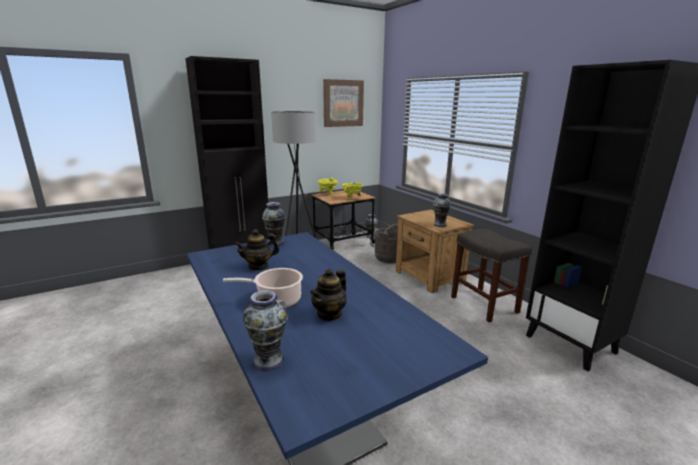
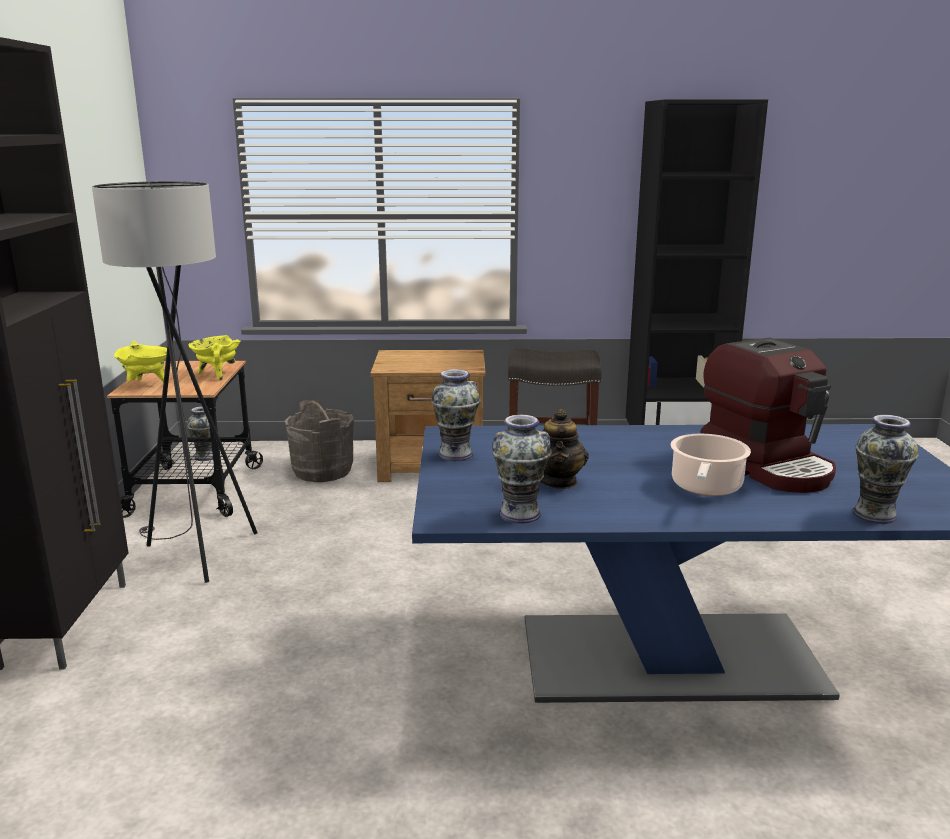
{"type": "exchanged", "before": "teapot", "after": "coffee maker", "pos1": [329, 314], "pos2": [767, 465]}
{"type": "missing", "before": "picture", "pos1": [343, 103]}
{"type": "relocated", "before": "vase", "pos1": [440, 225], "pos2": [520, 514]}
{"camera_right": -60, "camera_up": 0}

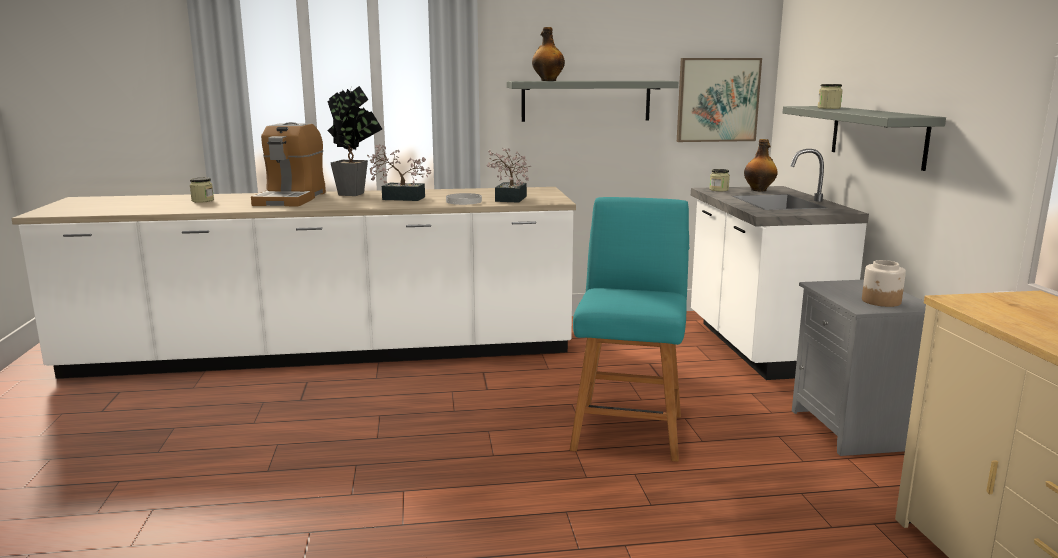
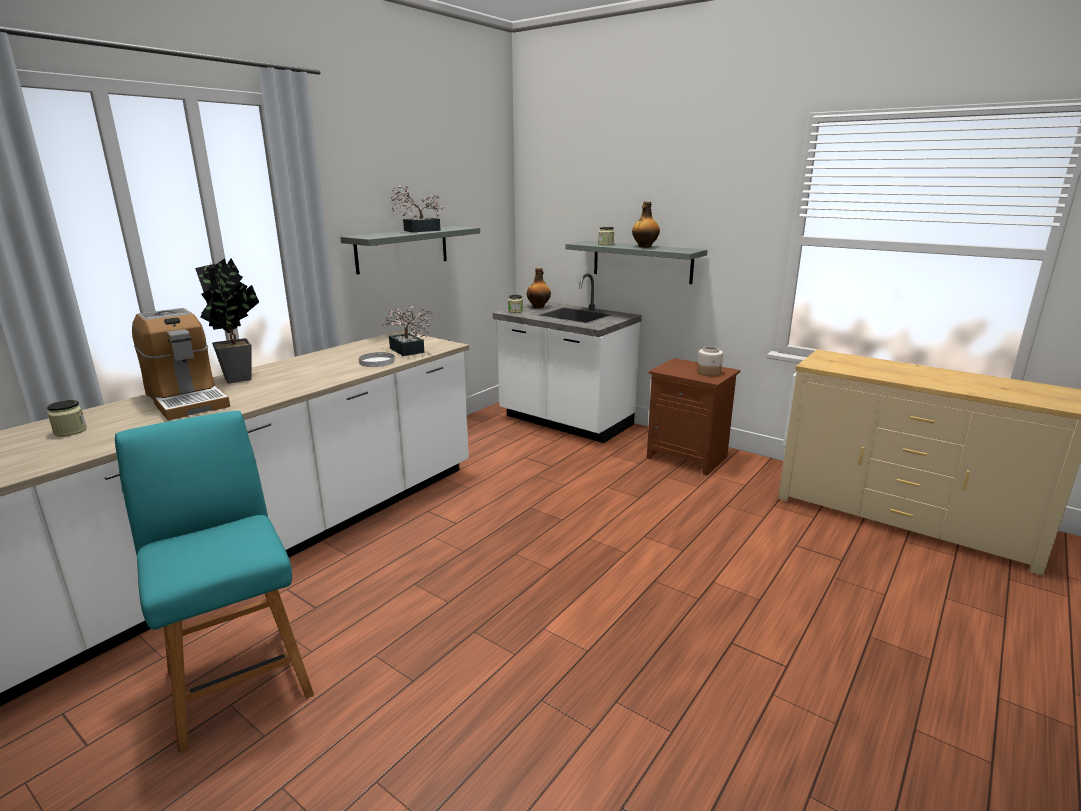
{"type": "relocated", "before": "potted plant", "pos1": [399, 198], "pos2": [418, 231]}
{"type": "relocated", "before": "beverage bottle", "pos1": [548, 80], "pos2": [644, 247]}
{"type": "relocated", "before": "turquoise-coloured chair", "pos1": [628, 429], "pos2": [238, 678]}
{"type": "missing", "before": "picture", "pos1": [717, 100]}
{"type": "colour", "before": "grey nightstand", "after": "brown-coloured nightstand", "pos1": [853, 430], "pos2": [688, 457]}
{"camera_right": -45, "camera_up": 5}

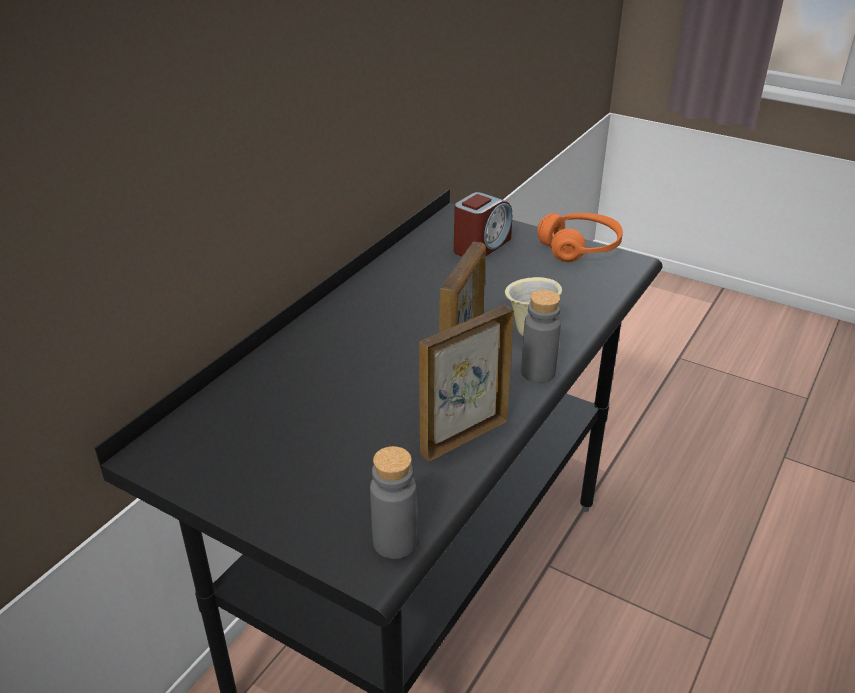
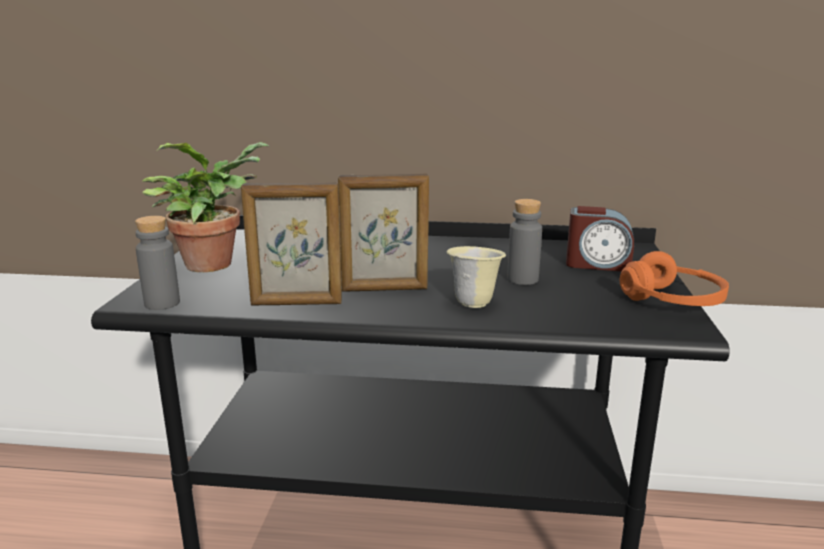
{"type": "spun", "before": "picture frame", "pos1": [463, 437], "pos2": [297, 303], "turn": 150}
{"type": "relocated", "before": "grey beverage bottle", "pos1": [538, 372], "pos2": [522, 279]}
{"type": "appeared", "after": "potted plant", "pos2": [214, 263]}
{"camera_right": 65, "camera_up": -15}

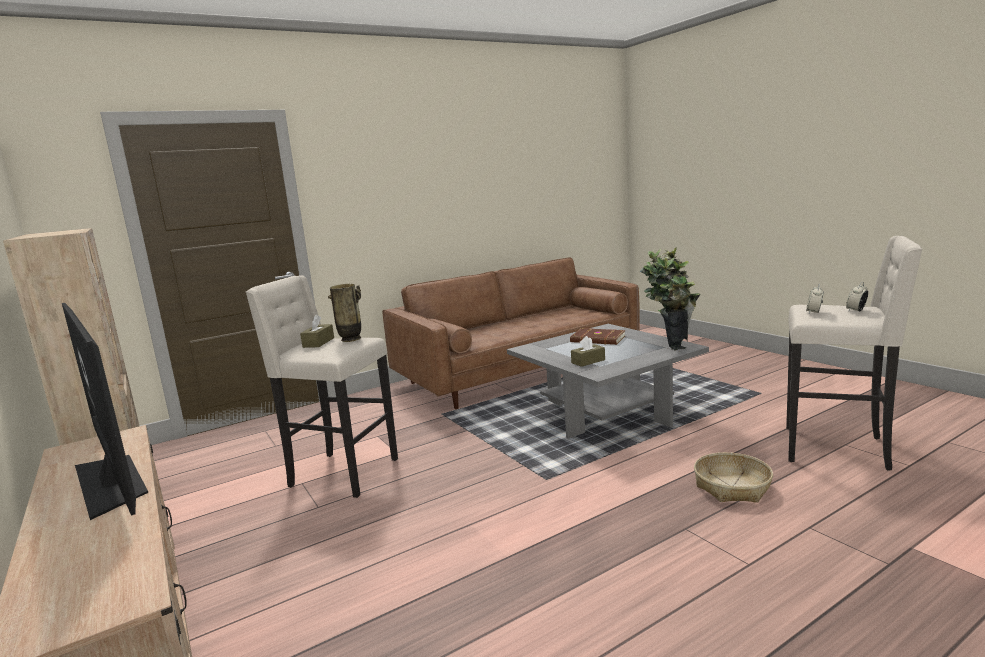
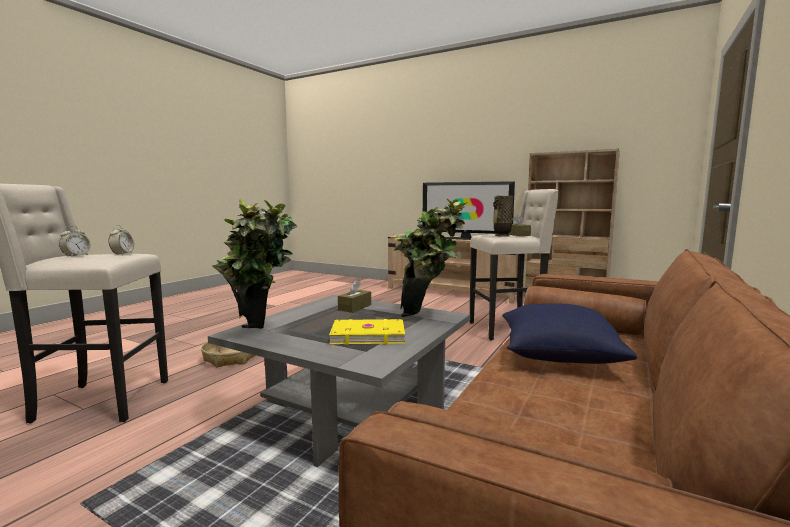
{"type": "colour", "before": "brown-coloured book", "after": "yellow book", "pos1": [598, 339], "pos2": [367, 335]}
{"type": "appeared", "after": "potted plant", "pos2": [429, 316]}
{"type": "appeared", "after": "bluish throw pillow", "pos2": [558, 355]}
{"camera_right": 150, "camera_up": -5}

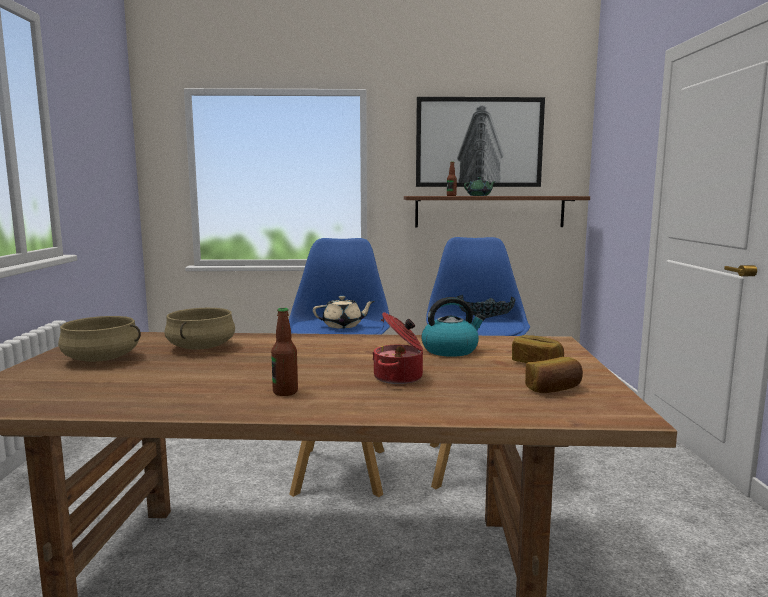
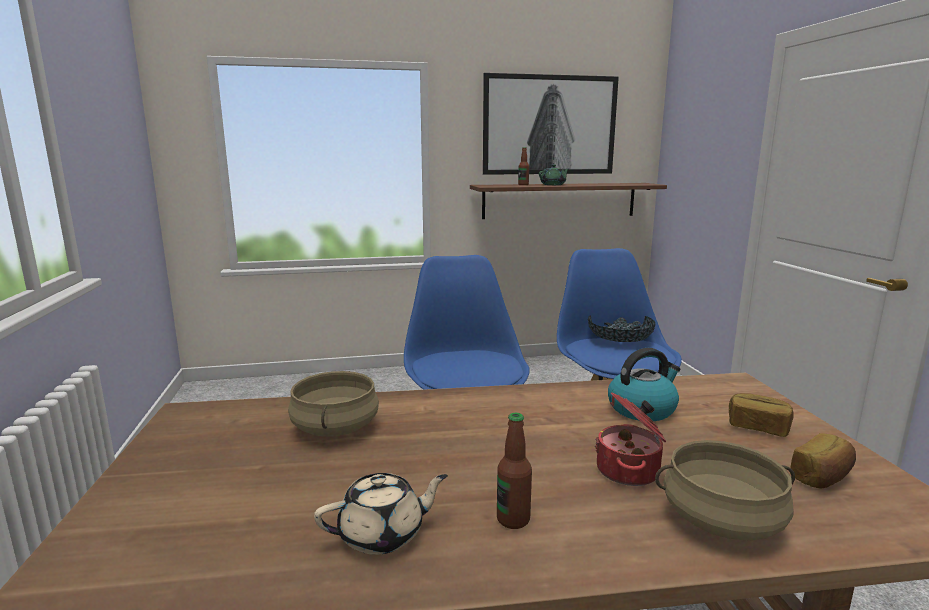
{"type": "relocated", "before": "beige-coloured saucepot", "pos1": [102, 358], "pos2": [722, 519]}
{"type": "relocated", "before": "beige-coloured teapot", "pos1": [343, 326], "pos2": [383, 534]}
{"camera_right": -10, "camera_up": 5}

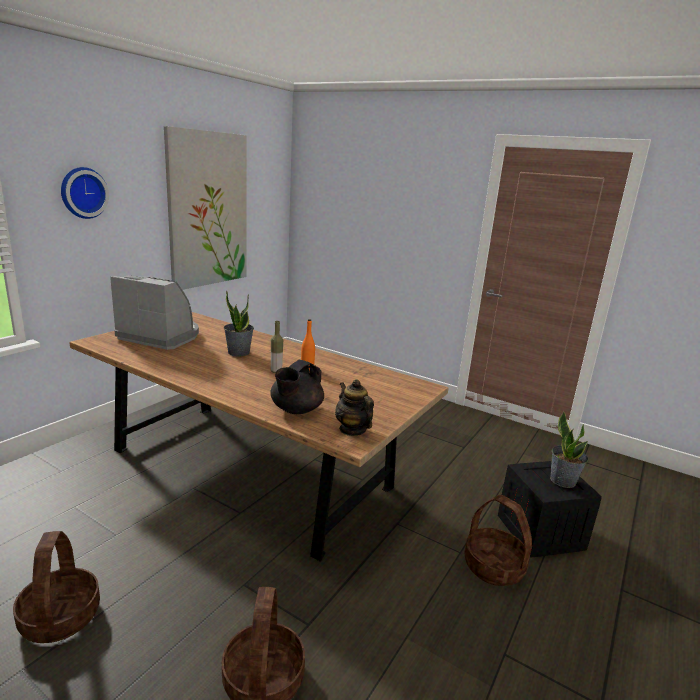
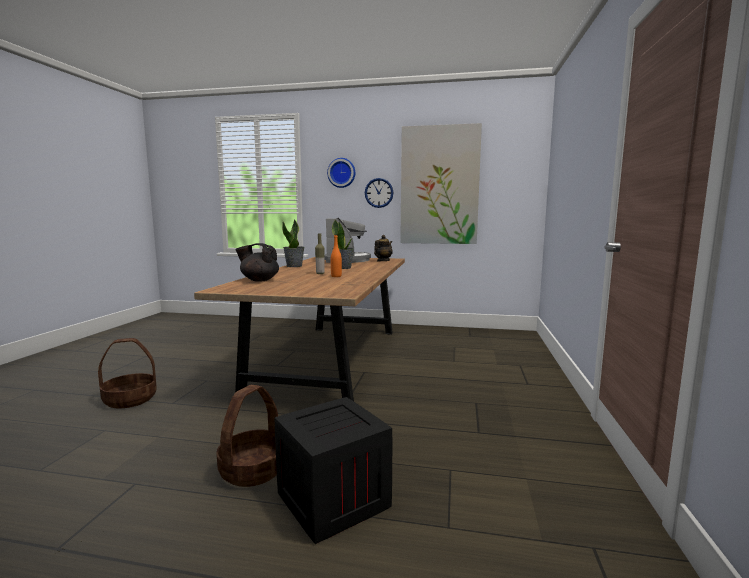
{"type": "missing", "before": "household basket", "pos1": [60, 616]}
{"type": "relocated", "before": "teapot", "pos1": [352, 429], "pos2": [383, 261]}
{"type": "relocated", "before": "potted plant", "pos1": [563, 480], "pos2": [294, 266]}
{"type": "appeared", "after": "clock on the wall", "pos2": [379, 193]}
{"camera_right": 70, "camera_up": -10}

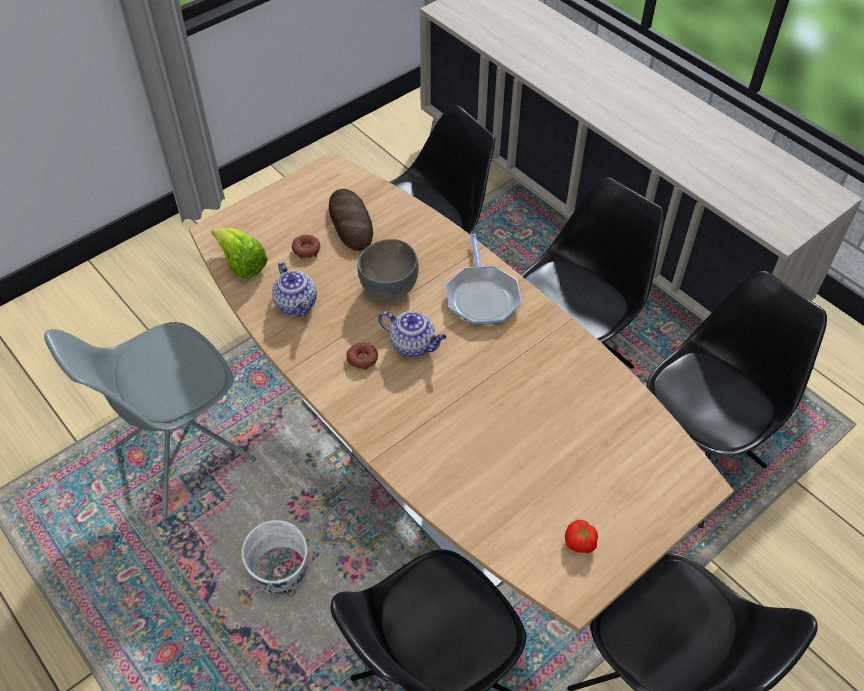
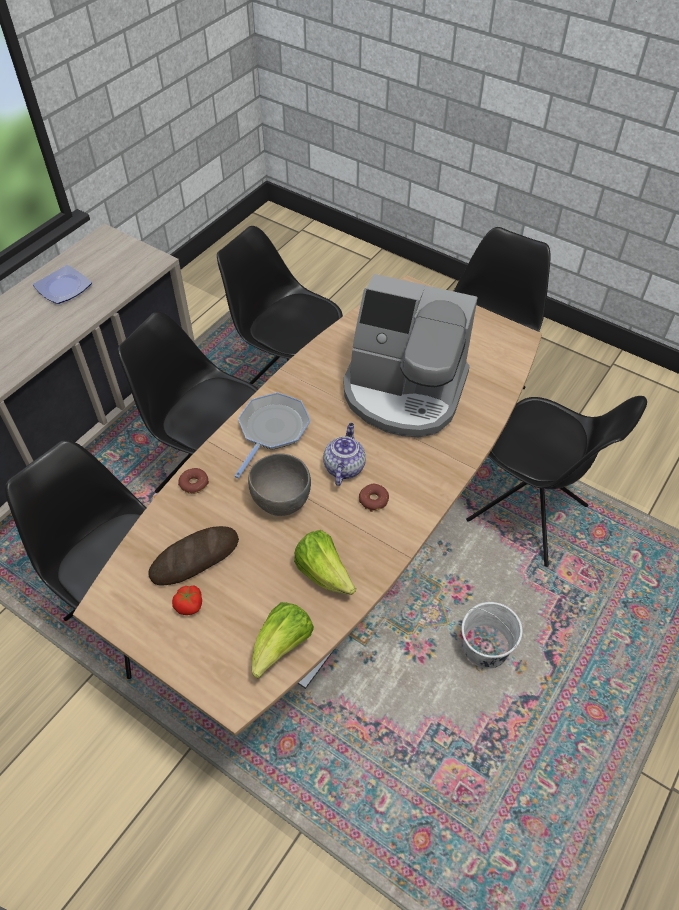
{"type": "missing", "before": "grey chair", "pos1": [182, 454]}
{"type": "exchanged", "before": "teapot", "after": "lettuce head", "pos1": [297, 304], "pos2": [324, 573]}
{"type": "relocated", "before": "ring doughnut", "pos1": [306, 250], "pos2": [194, 484]}
{"type": "spun", "before": "skillet", "pos1": [482, 296], "pos2": [272, 430], "turn": -45}
{"type": "relocated", "before": "fresh tomato", "pos1": [580, 542], "pos2": [189, 605]}
{"type": "appeared", "after": "dinner plate", "pos2": [64, 287]}
{"type": "appeared", "after": "coffee maker", "pos2": [404, 392]}
{"camera_right": -105, "camera_up": 0}

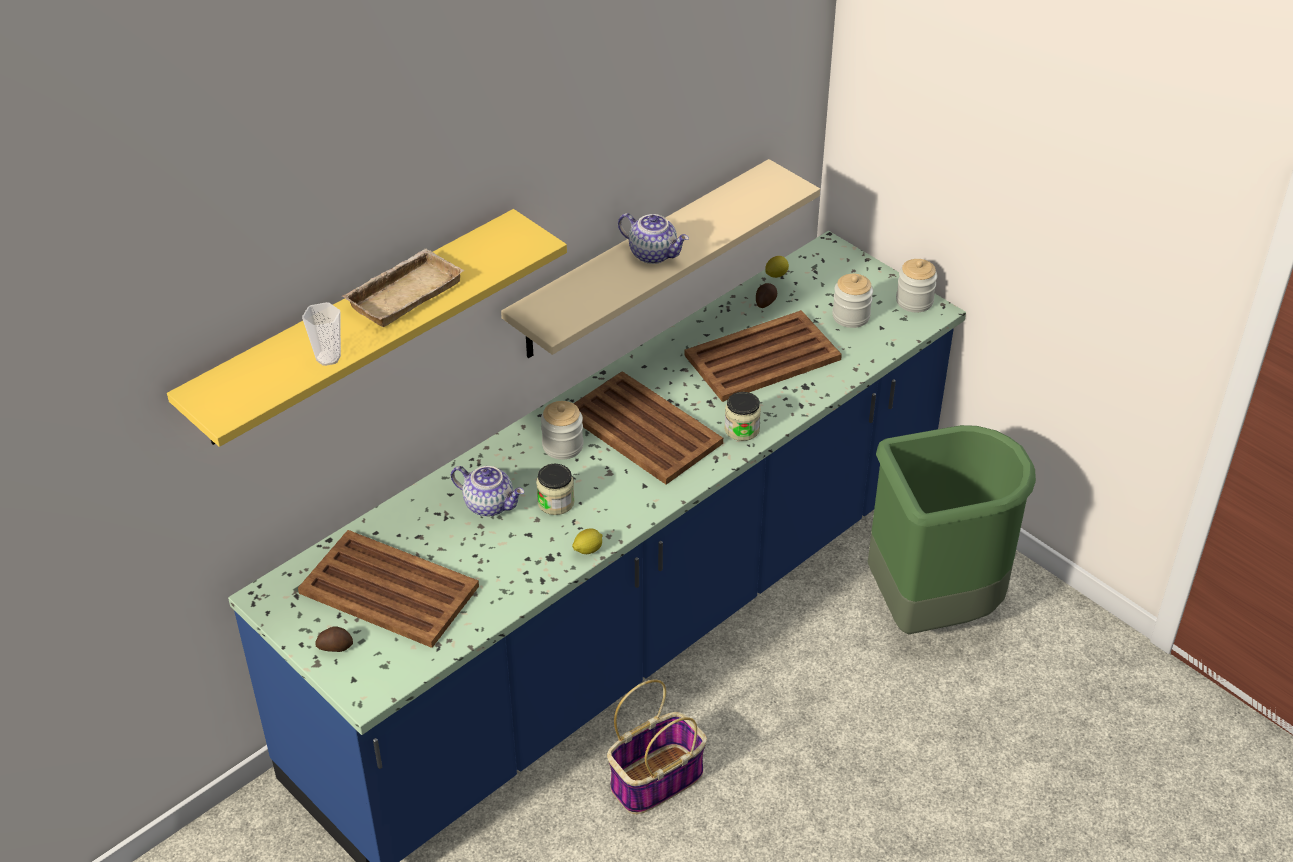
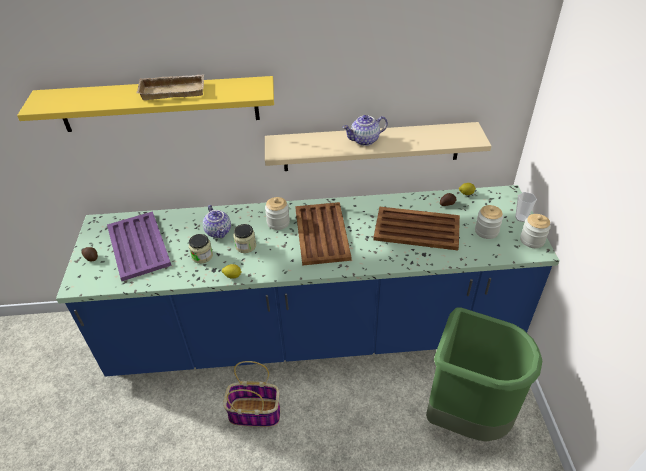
{"type": "colour", "before": "brown-coloured serving tray", "after": "purplish serving tray", "pos1": [388, 589], "pos2": [138, 245]}
{"type": "relocated", "before": "drinking cup", "pos1": [328, 358], "pos2": [521, 218]}
{"type": "spun", "before": "teapot", "pos1": [654, 254], "pos2": [364, 141], "turn": 90}
{"type": "relocated", "before": "jar", "pos1": [742, 429], "pos2": [202, 256]}
{"camera_right": 40, "camera_up": 0}

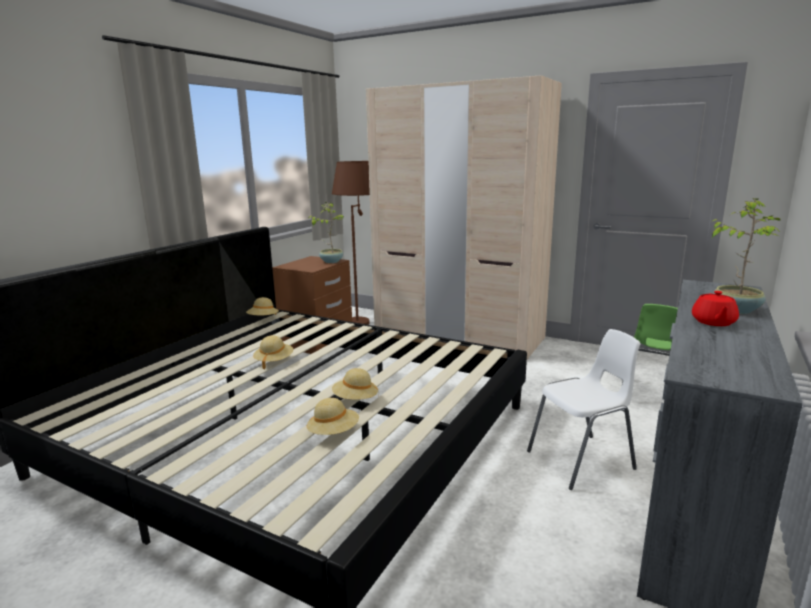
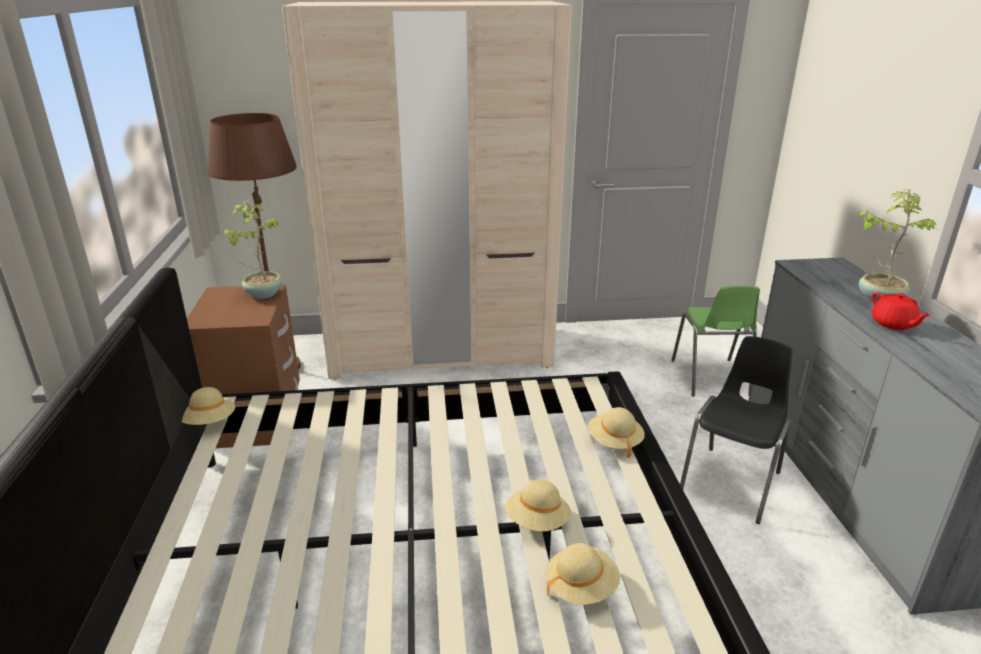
{"type": "relocated", "before": "beige-coloured hat", "pos1": [274, 361], "pos2": [614, 441]}
{"type": "colour", "before": "white-coloured chair", "after": "blackish chair", "pos1": [582, 461], "pos2": [732, 483]}
{"camera_right": -35, "camera_up": 10}

